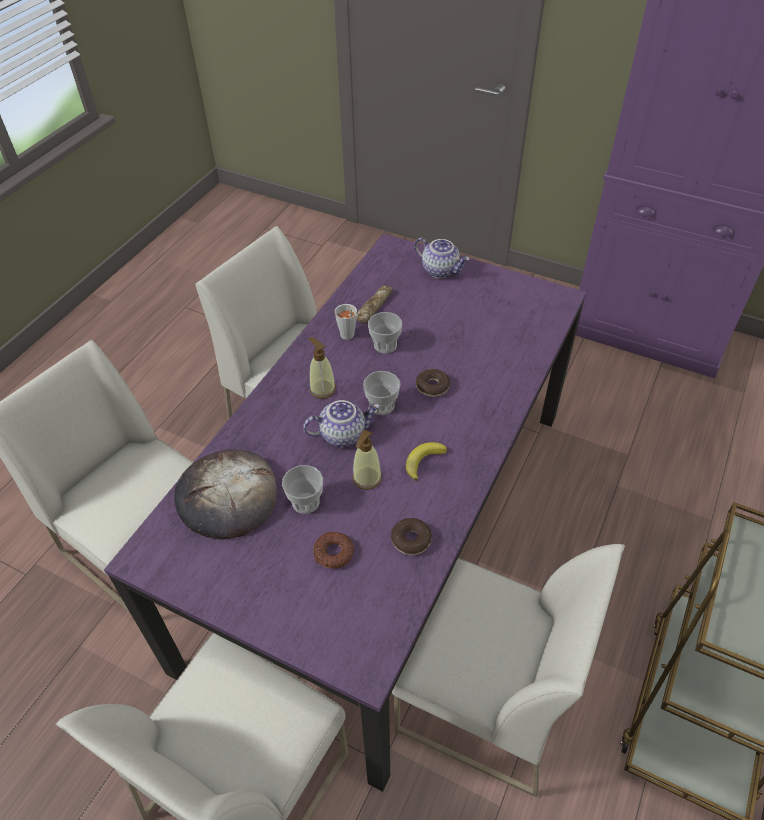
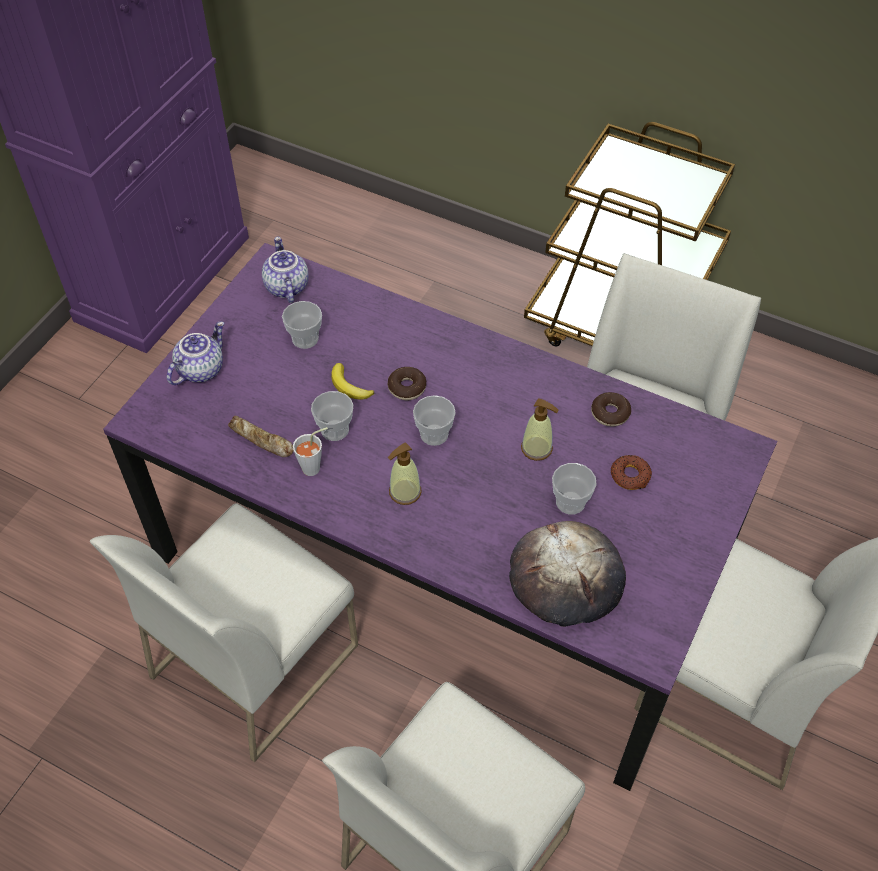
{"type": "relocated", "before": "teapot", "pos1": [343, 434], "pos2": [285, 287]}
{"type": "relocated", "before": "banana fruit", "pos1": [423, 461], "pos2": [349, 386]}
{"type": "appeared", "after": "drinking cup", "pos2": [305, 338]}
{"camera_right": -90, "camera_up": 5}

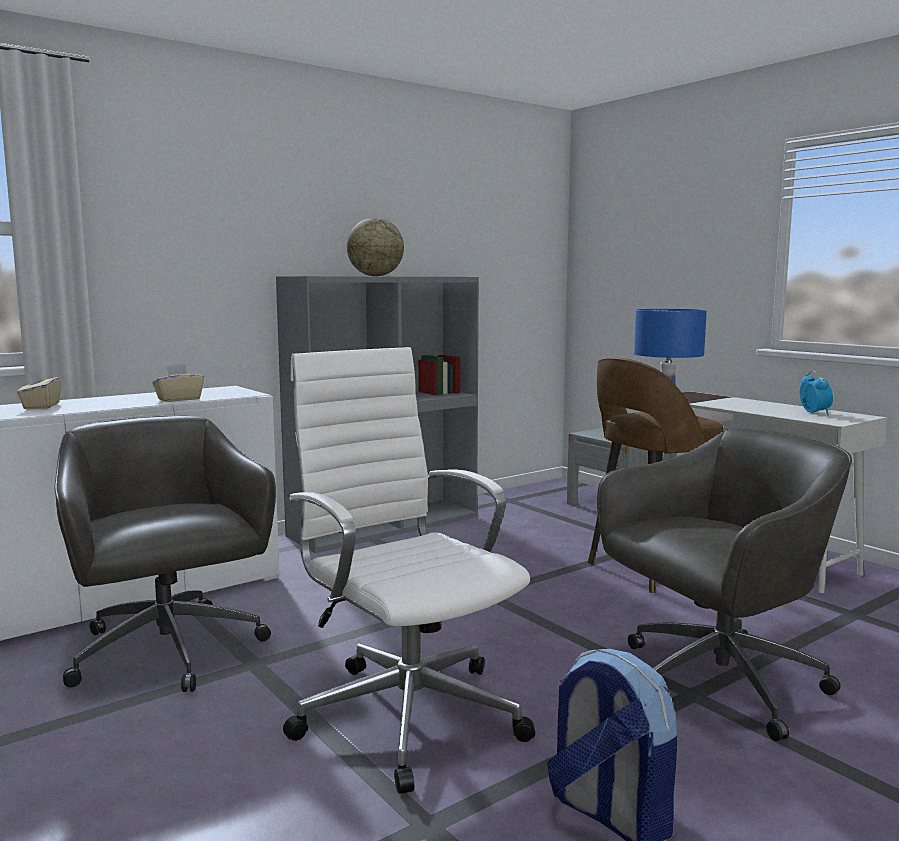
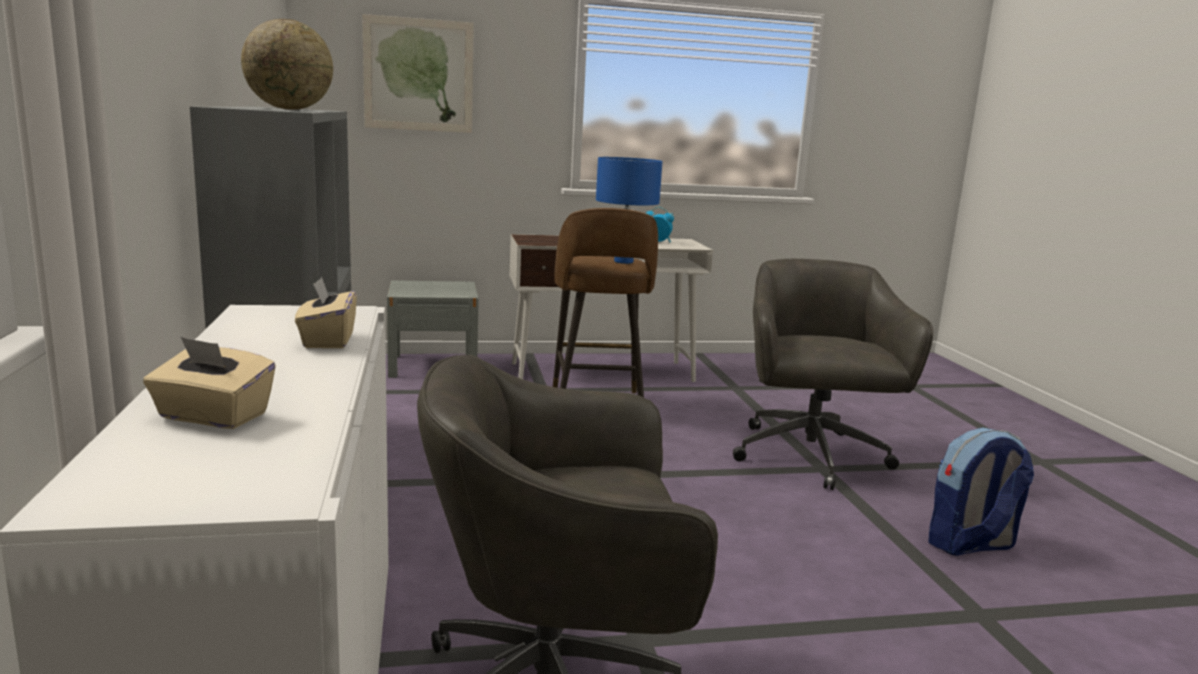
{"type": "missing", "before": "white-coloured office chair", "pos1": [407, 713]}
{"type": "appeared", "after": "picture", "pos2": [418, 75]}
{"camera_right": -65, "camera_up": 5}

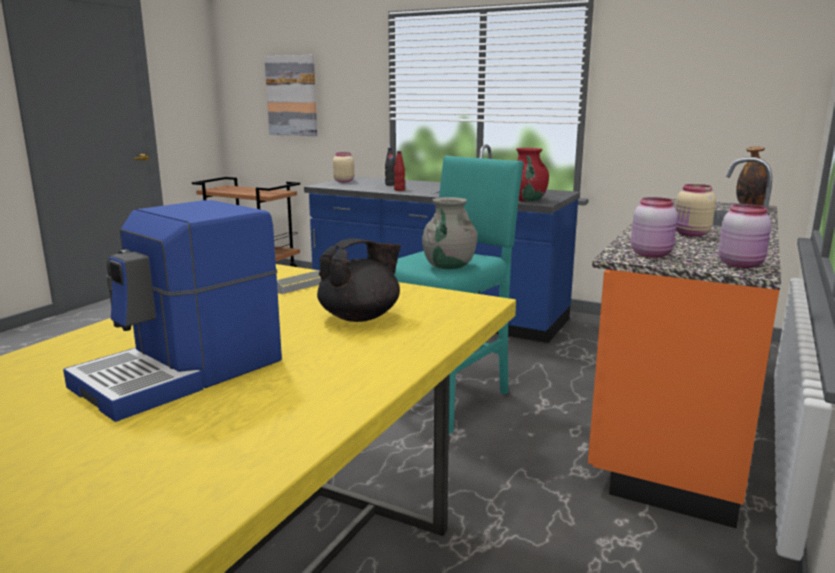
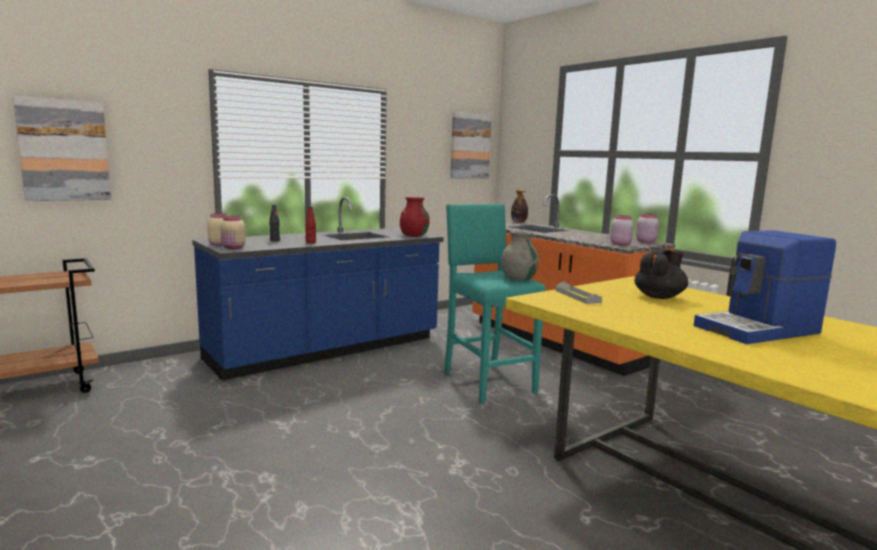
{"type": "spun", "before": "coffee maker", "pos1": [183, 373], "pos2": [759, 330], "turn": 90}
{"type": "spun", "before": "blackish teapot", "pos1": [361, 317], "pos2": [659, 297], "turn": 60}
{"type": "relocated", "before": "beige-coloured jar", "pos1": [691, 234], "pos2": [233, 248]}
{"type": "appeared", "after": "picture", "pos2": [469, 146]}
{"camera_right": -65, "camera_up": -5}

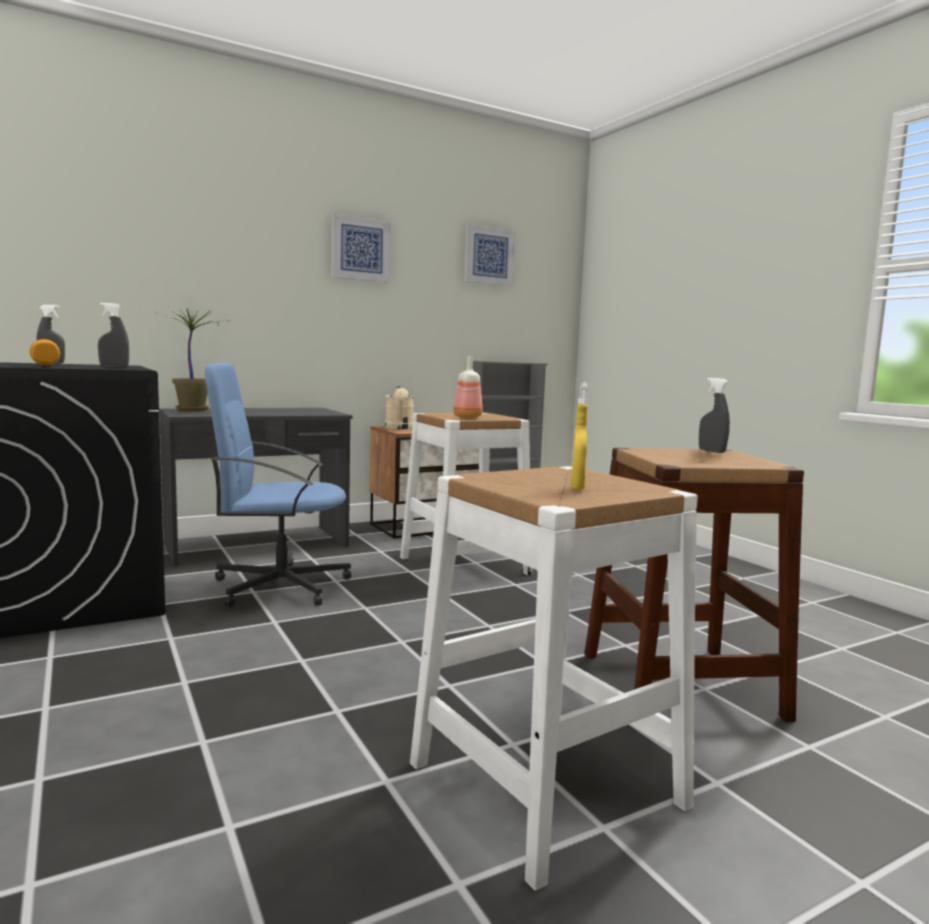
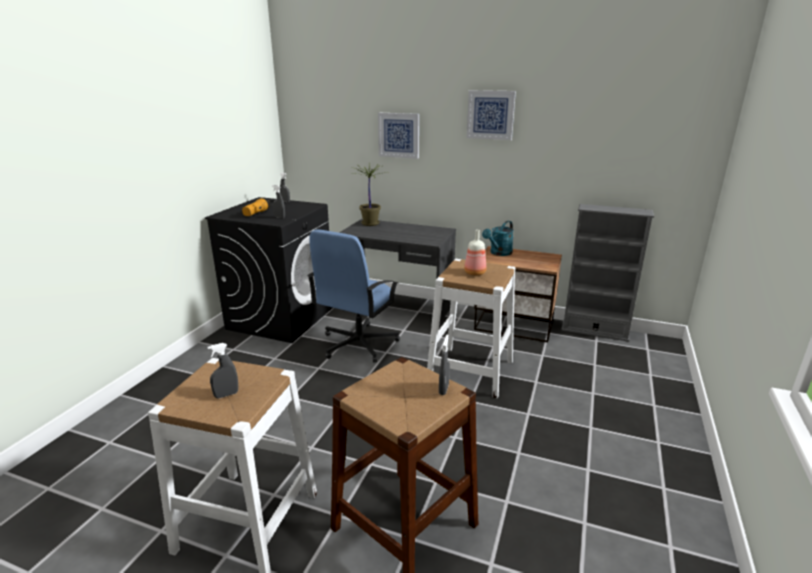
{"type": "spun", "before": "bluish office chair", "pos1": [279, 586], "pos2": [357, 344], "turn": -105}
{"type": "colour", "before": "beige-coloured watering can", "after": "turquoise-coloured watering can", "pos1": [399, 428], "pos2": [498, 253]}
{"type": "relocated", "before": "picture", "pos1": [489, 256], "pos2": [399, 135]}
{"type": "colour", "before": "yellow sprayer", "after": "grey sprayer", "pos1": [577, 488], "pos2": [226, 395]}
{"camera_right": 50, "camera_up": 15}

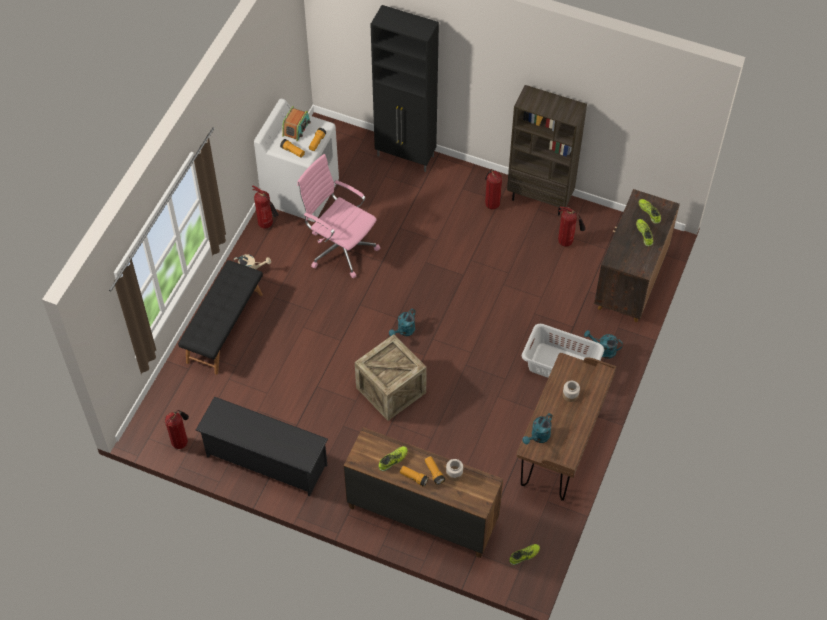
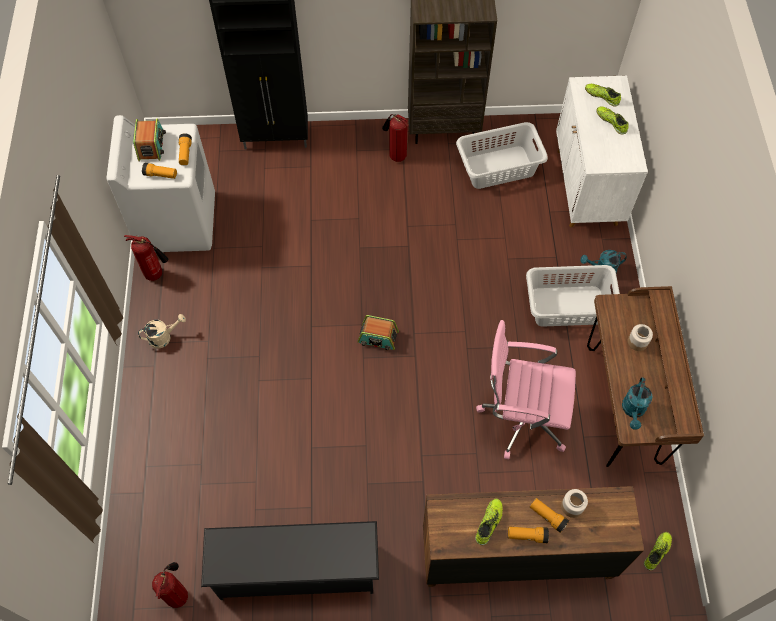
{"type": "missing", "before": "blackish long seat", "pos1": [224, 327]}
{"type": "relocated", "before": "pink-coloured office chair", "pos1": [340, 248], "pos2": [521, 416]}
{"type": "missing", "before": "packing crate", "pos1": [391, 390]}
{"type": "exchanged", "before": "turquoise-coloured watering can", "after": "radio receiver", "pos1": [404, 331], "pos2": [378, 337]}
{"type": "exchanged", "before": "fire extinguisher", "after": "grey laundry basket", "pos1": [567, 242], "pos2": [498, 167]}
{"type": "colour", "before": "brown-coloured cupboard", "after": "white-coloured cupboard", "pos1": [630, 284], "pos2": [587, 187]}
{"camera_right": -25, "camera_up": 5}

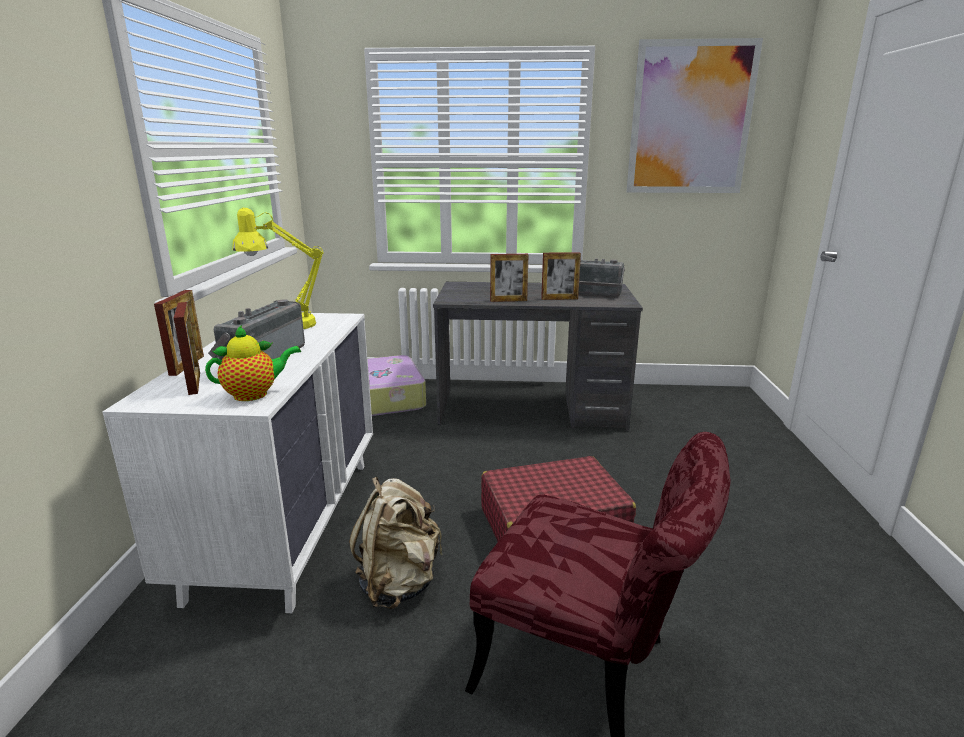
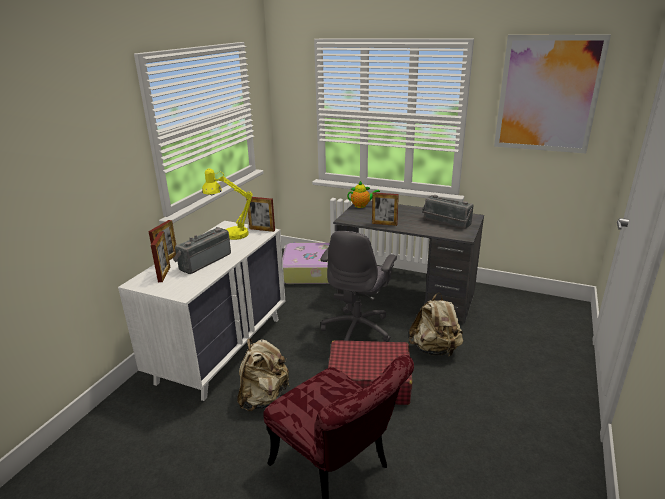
{"type": "relocated", "before": "teapot", "pos1": [255, 394], "pos2": [361, 206]}
{"type": "relocated", "before": "picture frame", "pos1": [559, 299], "pos2": [262, 229]}
{"type": "appeared", "after": "grey office chair", "pos2": [358, 329]}
{"type": "appeared", "after": "beige-coloured rucksack", "pos2": [435, 349]}
{"camera_right": 20, "camera_up": 5}

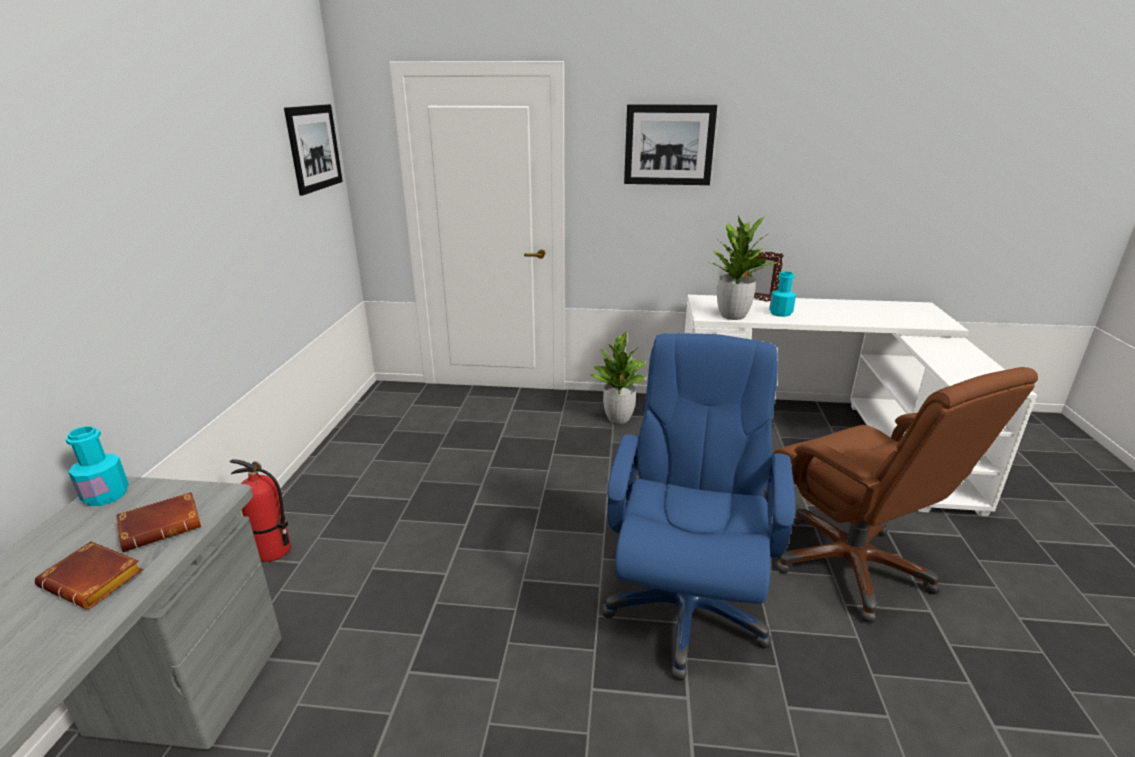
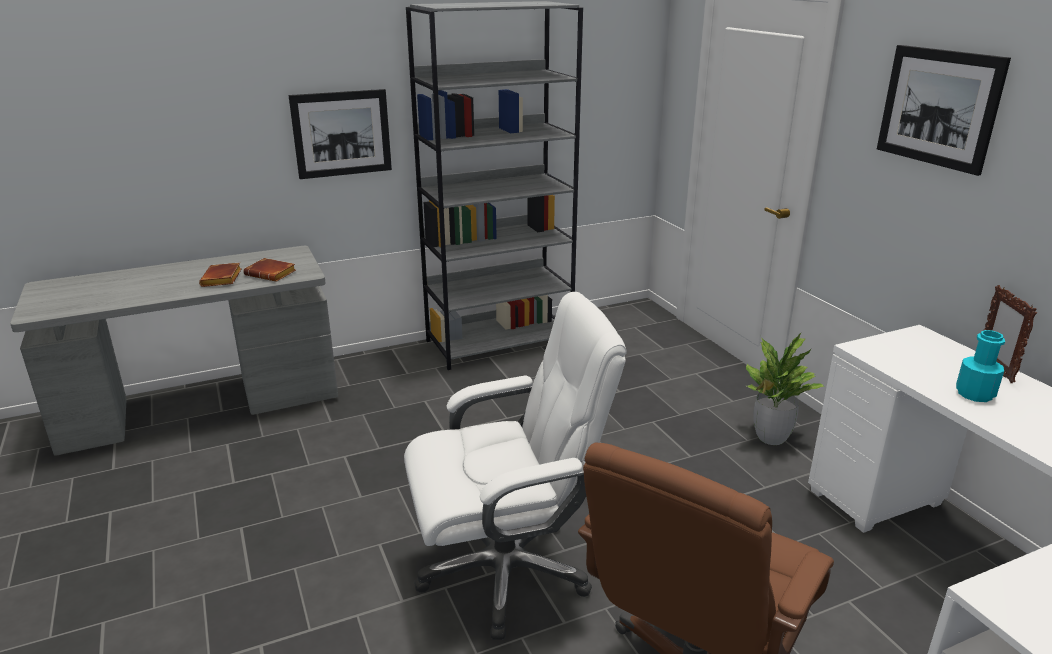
{"type": "missing", "before": "turquoise-coloured beverage bottle", "pos1": [106, 495]}
{"type": "missing", "before": "fire extinguisher", "pos1": [272, 551]}
{"type": "relocated", "before": "picture", "pos1": [314, 148], "pos2": [342, 133]}
{"type": "colour", "before": "bluish office chair", "after": "white-coloured office chair", "pos1": [685, 608], "pos2": [506, 571]}
{"type": "missing", "before": "potted plant", "pos1": [733, 316]}
{"type": "appeared", "after": "grey shelving unit", "pos2": [500, 342]}
{"camera_right": 60, "camera_up": 0}

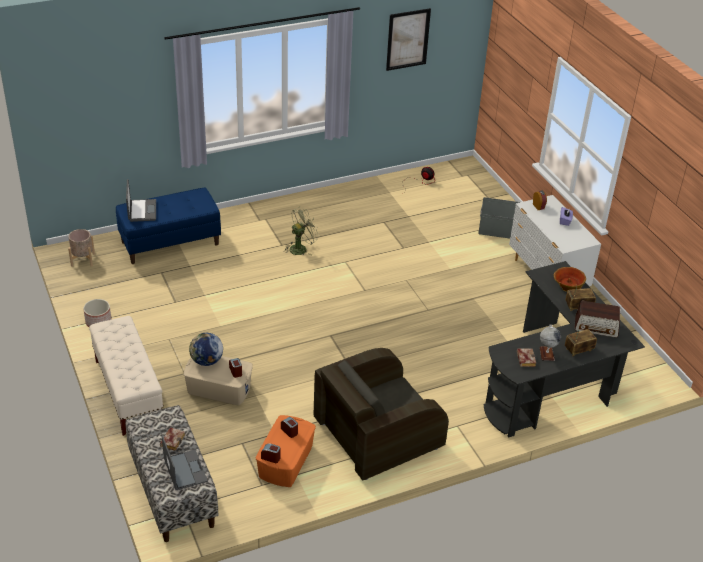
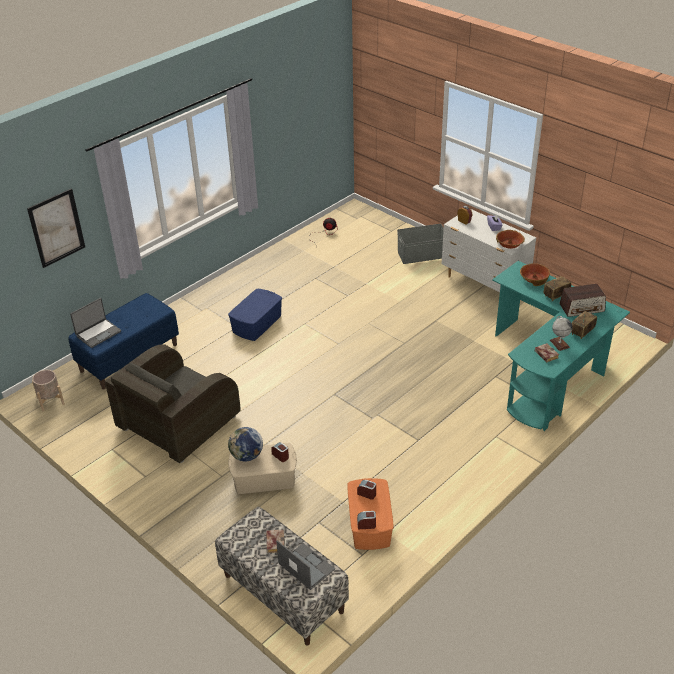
{"type": "missing", "before": "plant pot", "pos1": [98, 322]}
{"type": "missing", "before": "beige-coloured long seat", "pos1": [128, 392]}
{"type": "spun", "before": "laptop", "pos1": [141, 211], "pos2": [98, 333], "turn": 75}
{"type": "exchanged", "before": "green-coloured fan", "after": "bluish storage container", "pos1": [301, 248], "pos2": [256, 324]}
{"type": "relocated", "before": "brown-coloured armchair", "pos1": [377, 435], "pos2": [178, 423]}
{"type": "relocated", "before": "picture", "pos1": [408, 39], "pos2": [56, 228]}
{"type": "colour", "before": "blackish desk table", "after": "turquoise-coloured desk table", "pos1": [553, 384], "pos2": [549, 372]}
{"type": "appeared", "after": "serving bowl", "pos2": [509, 244]}
{"camera_right": -20, "camera_up": 0}

